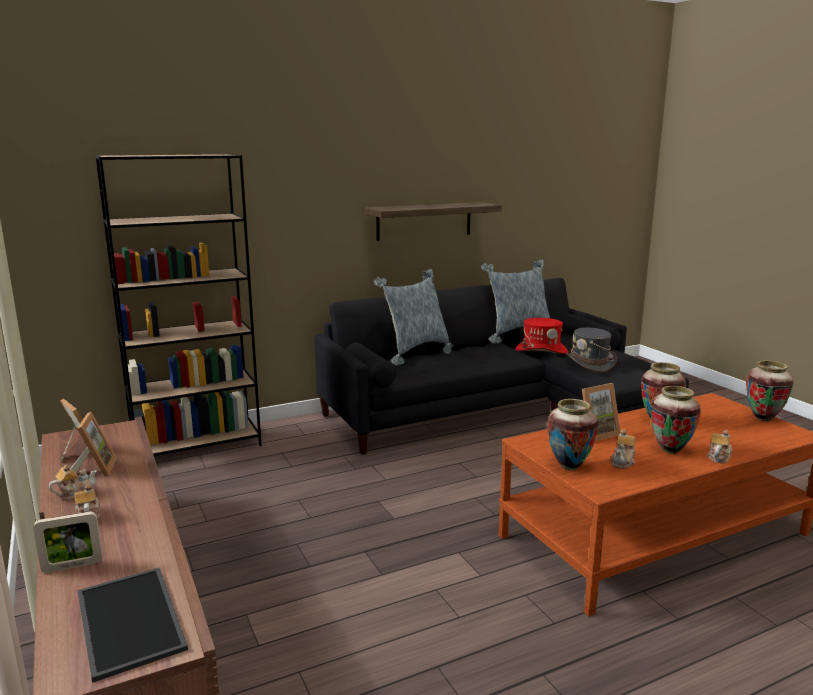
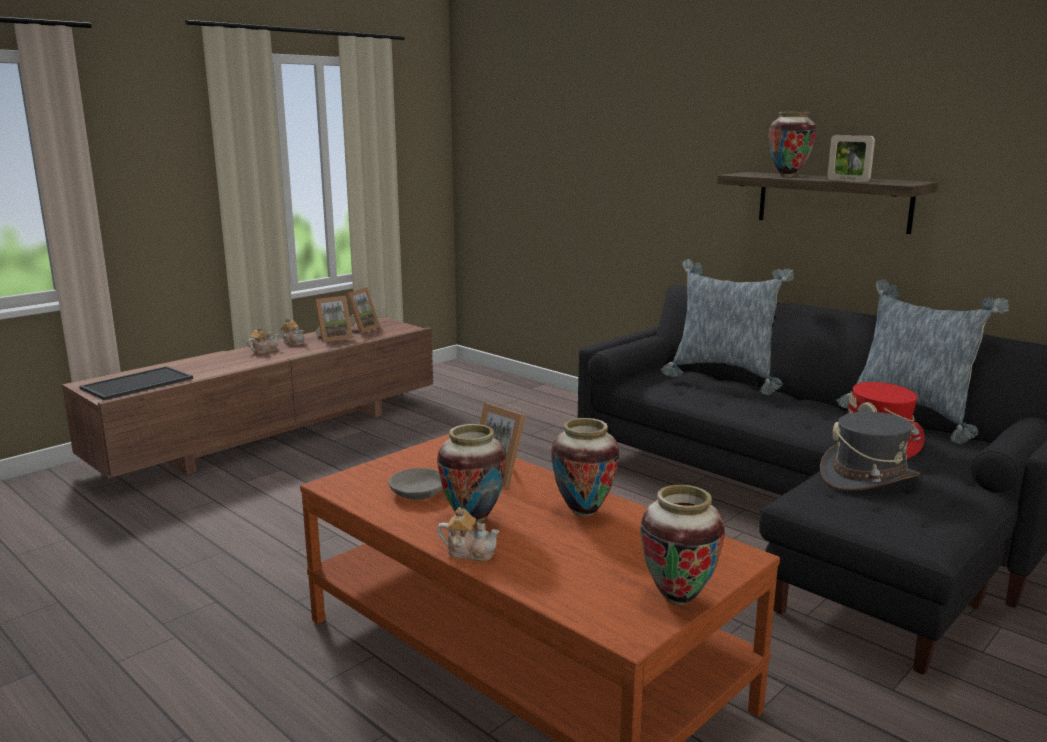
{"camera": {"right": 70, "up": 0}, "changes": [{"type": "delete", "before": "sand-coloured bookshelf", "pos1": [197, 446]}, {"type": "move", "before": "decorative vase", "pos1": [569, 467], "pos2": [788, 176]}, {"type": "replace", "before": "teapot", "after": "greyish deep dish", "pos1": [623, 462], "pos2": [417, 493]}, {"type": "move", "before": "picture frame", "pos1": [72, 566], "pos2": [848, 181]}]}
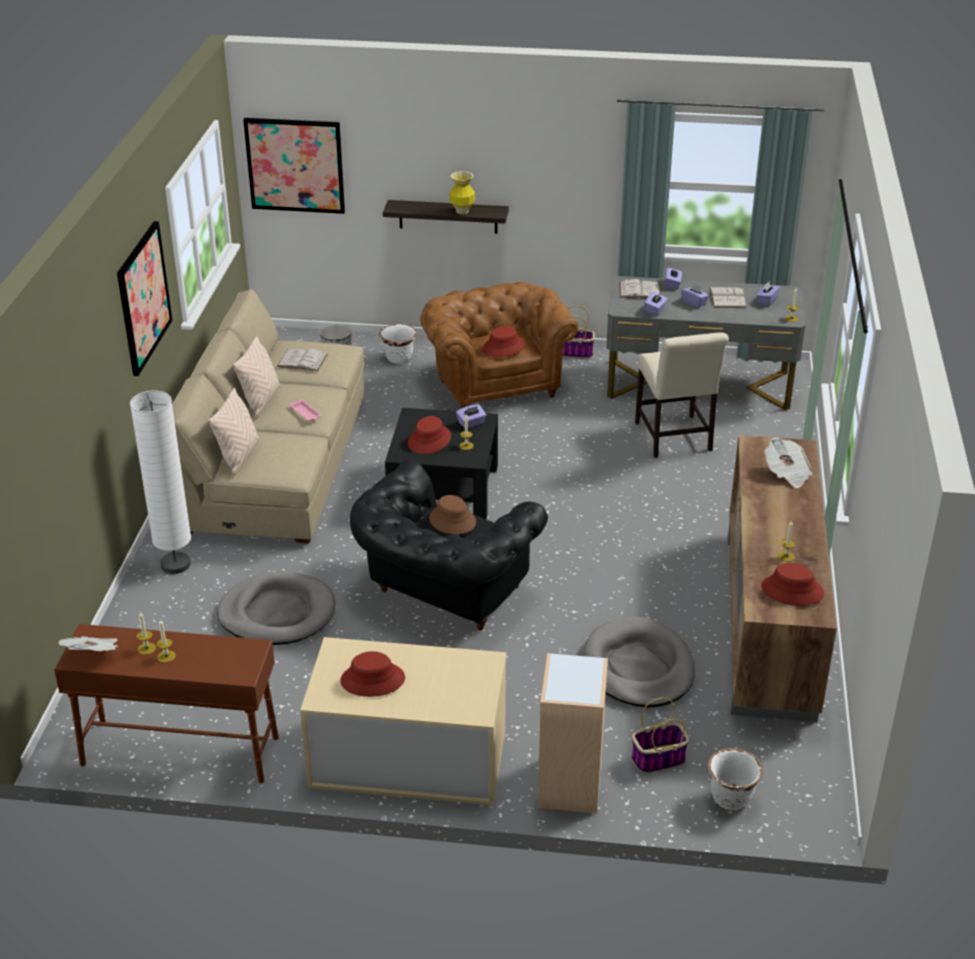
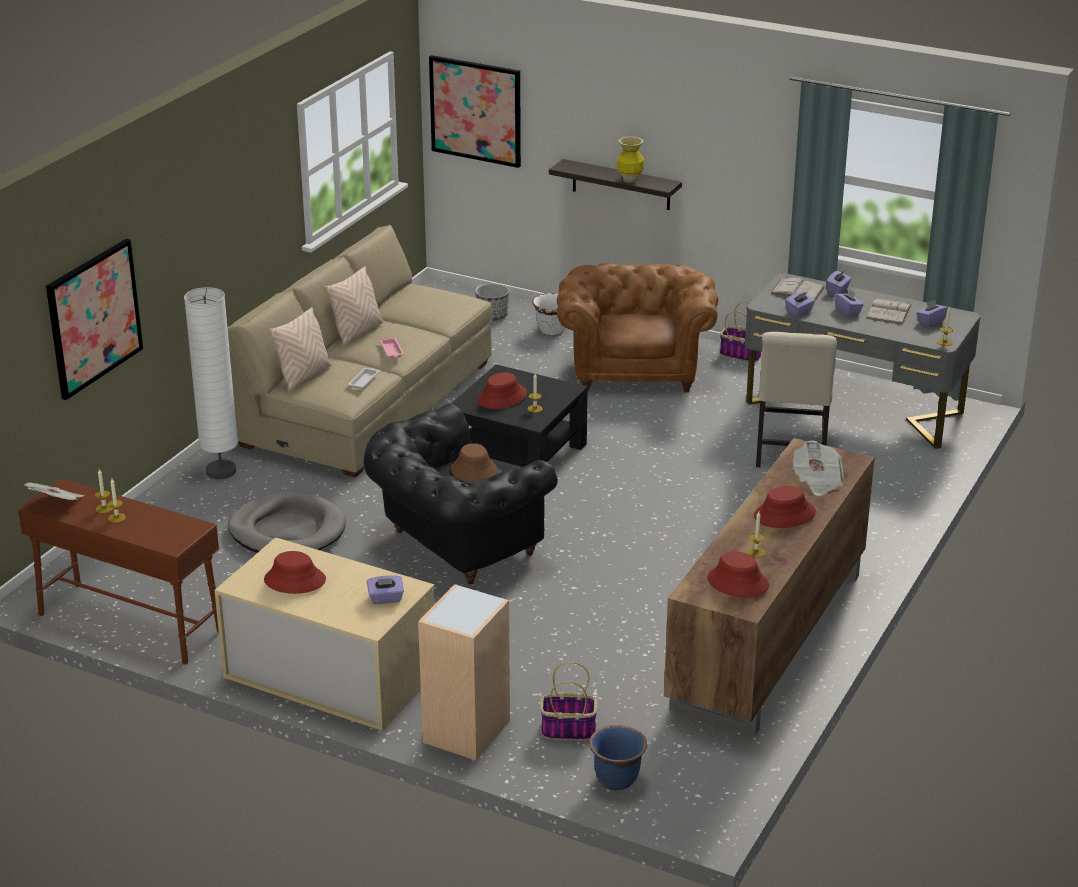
{"camera": {"right": 20, "up": -5}, "changes": [{"type": "move", "before": "picture", "pos1": [143, 297], "pos2": [94, 318]}, {"type": "move", "before": "reddish wearable hat", "pos1": [504, 347], "pos2": [784, 515]}, {"type": "delete", "before": "whitish volume", "pos1": [302, 360]}, {"type": "move", "before": "purple-coloured tissue box", "pos1": [471, 423], "pos2": [385, 599]}, {"type": "delete", "before": "greyish dog bed", "pos1": [638, 667]}, {"type": "recolor", "before": "whitish plant pot", "after": "bluish plant pot", "pos1": [730, 798], "pos2": [616, 779]}, {"type": "insert", "after": "whitish serving tray", "pos2": [364, 380]}]}
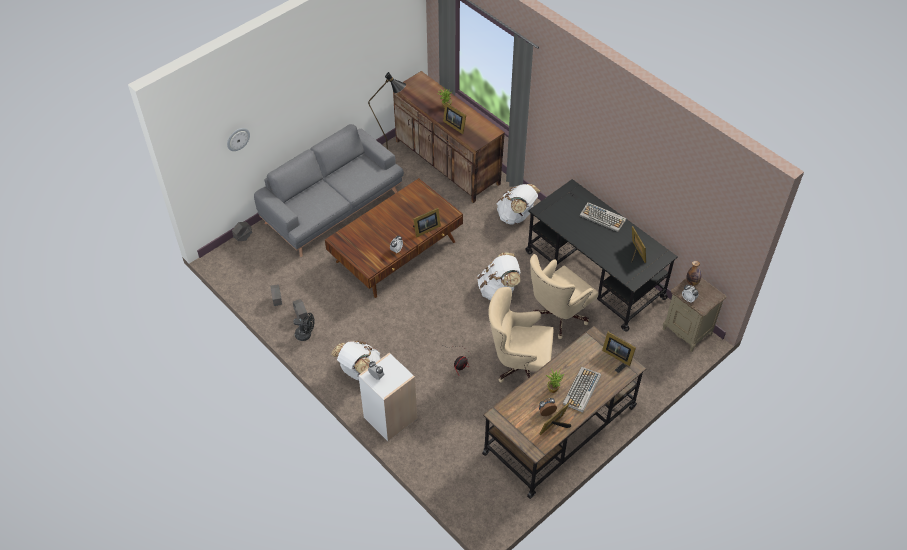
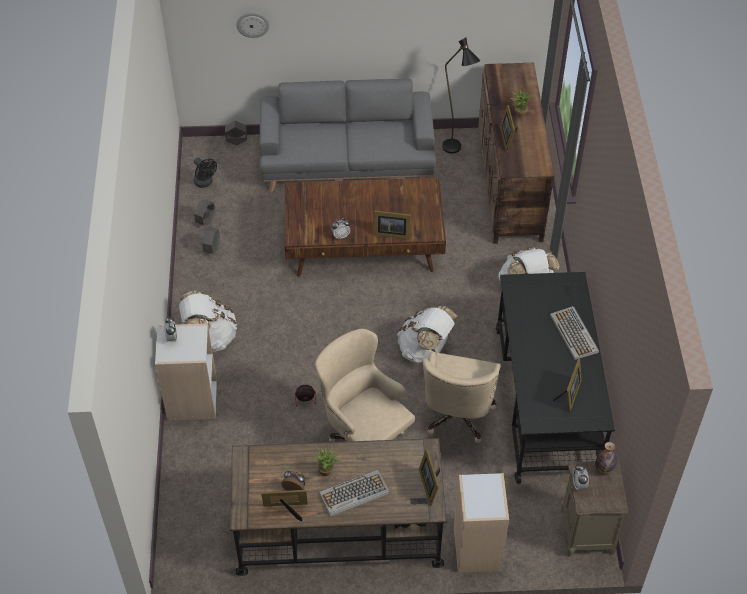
{"camera": {"right": 40, "up": 0}, "changes": [{"type": "rotate", "before": "sand-coloured office chair", "pos1": [558, 318], "pos2": [458, 419], "turn": -75}, {"type": "move", "before": "blackish cooling fan", "pos1": [306, 335], "pos2": [205, 183]}, {"type": "insert", "after": "bookshelf", "pos2": [476, 549]}]}
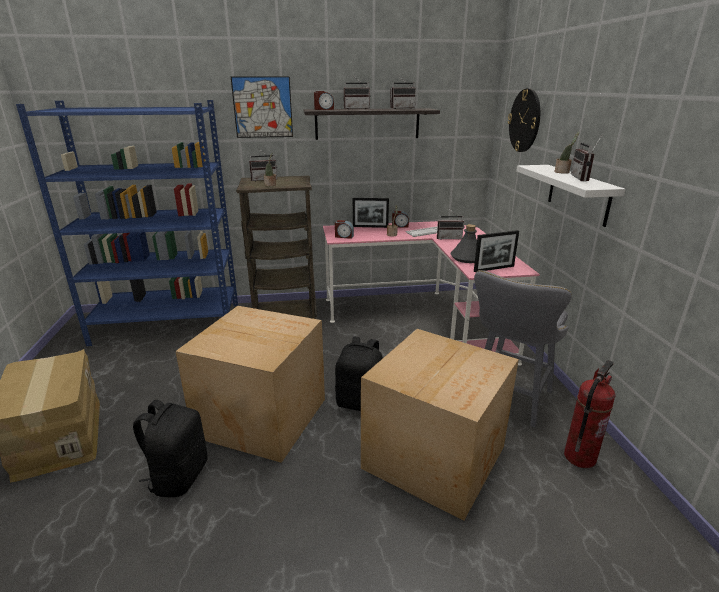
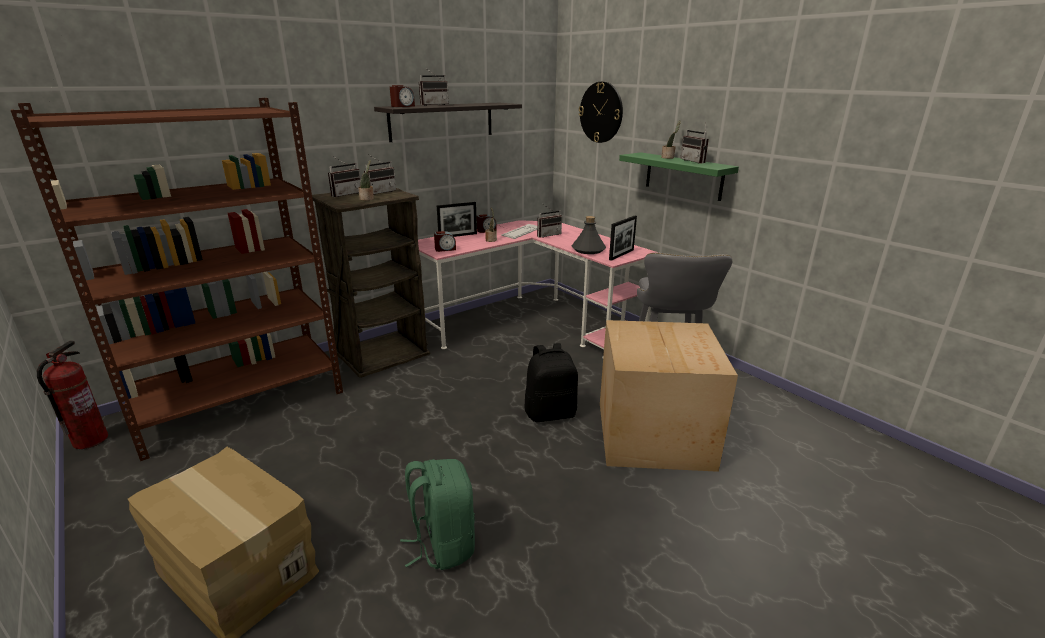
{"camera": {"right": -30, "up": 0}, "changes": [{"type": "delete", "before": "picture", "pos1": [262, 107]}, {"type": "move", "before": "radio receiver", "pos1": [401, 108], "pos2": [379, 192]}, {"type": "recolor", "before": "bluish bookshelf", "after": "brown-coloured bookshelf", "pos1": [168, 324], "pos2": [240, 401]}, {"type": "recolor", "before": "whitish wall shelf", "after": "green-coloured wall shelf", "pos1": [578, 194], "pos2": [683, 176]}, {"type": "delete", "before": "cardboard box", "pos1": [261, 416]}, {"type": "move", "before": "fire extinguisher", "pos1": [579, 457], "pos2": [90, 440]}, {"type": "recolor", "before": "blackish rucksack", "after": "green-coloured rucksack", "pos1": [178, 476], "pos2": [442, 544]}]}
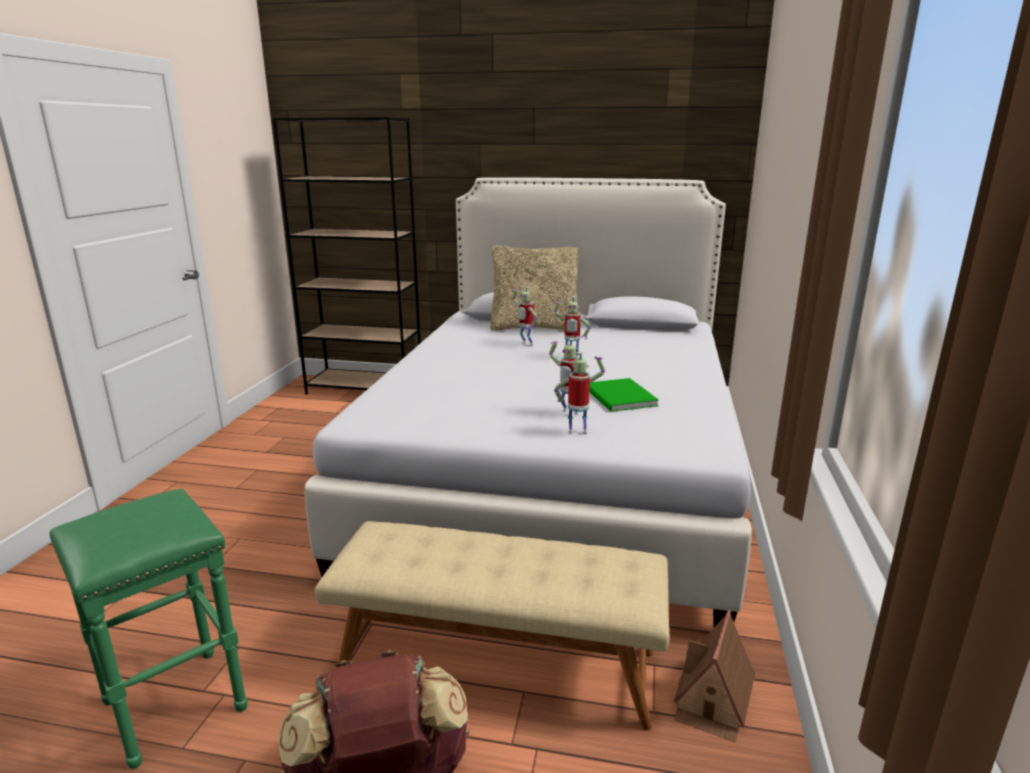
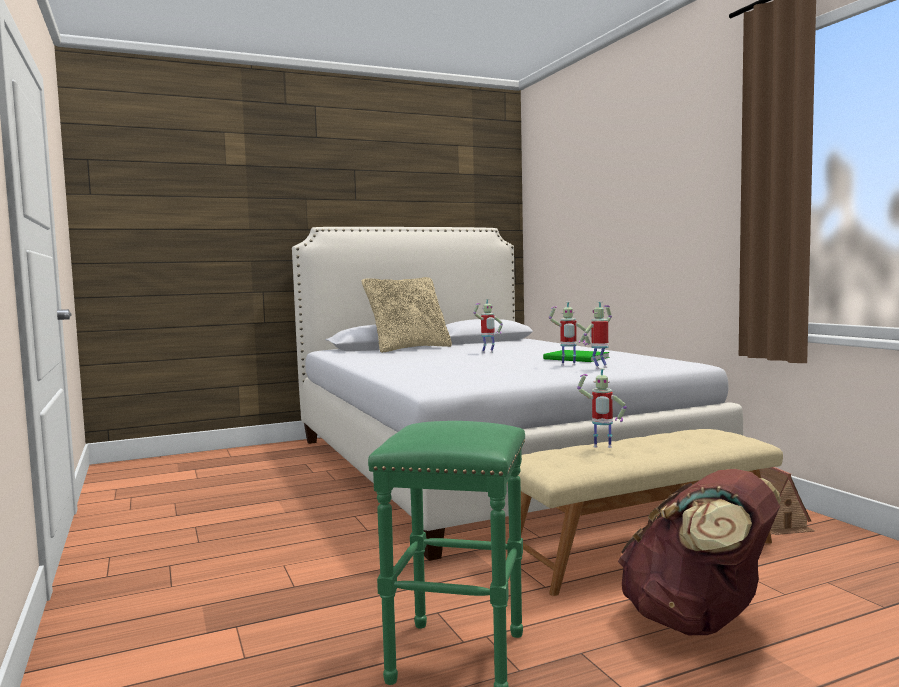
{"camera": {"right": -35, "up": -15}, "changes": [{"type": "delete", "before": "sand-coloured bookshelf", "pos1": [366, 389]}, {"type": "move", "before": "model robot", "pos1": [525, 344], "pos2": [602, 447]}]}
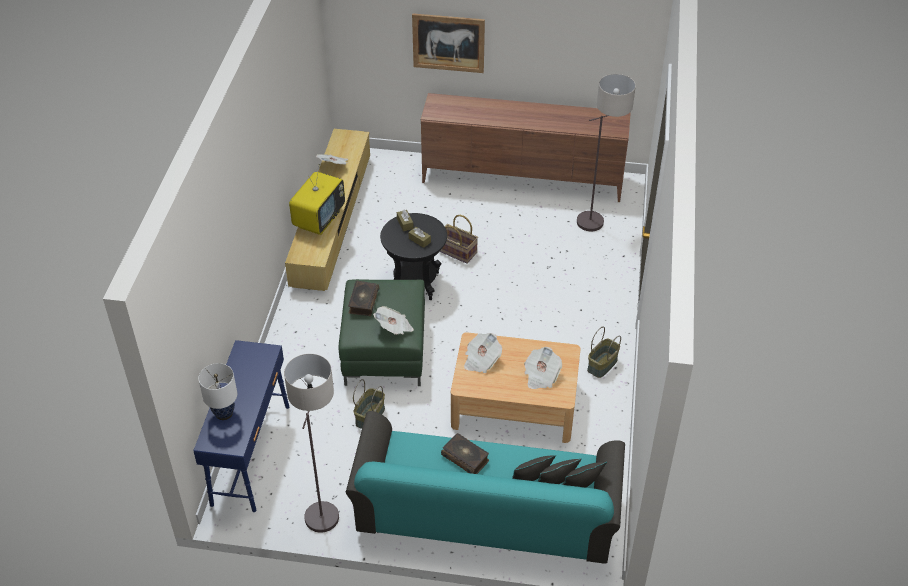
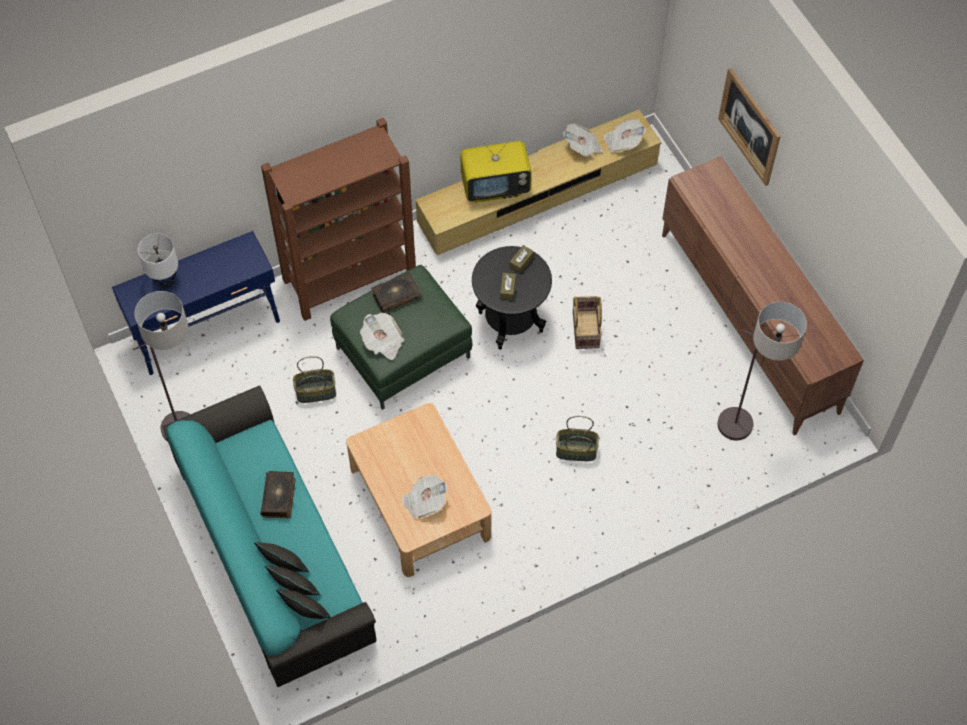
{"camera": {"right": 55, "up": 15}, "changes": [{"type": "move", "before": "household basket", "pos1": [602, 365], "pos2": [575, 451]}, {"type": "move", "before": "printed paper", "pos1": [481, 360], "pos2": [623, 142]}, {"type": "insert", "after": "brown-coloured bookshelf", "pos2": [349, 276]}]}
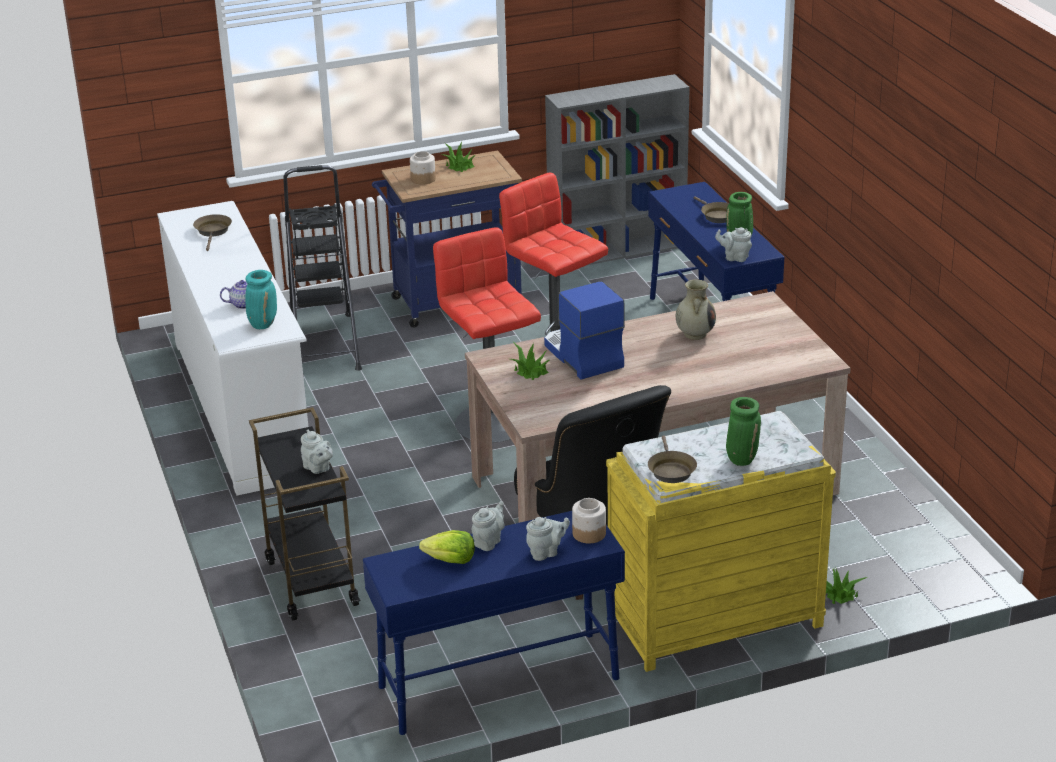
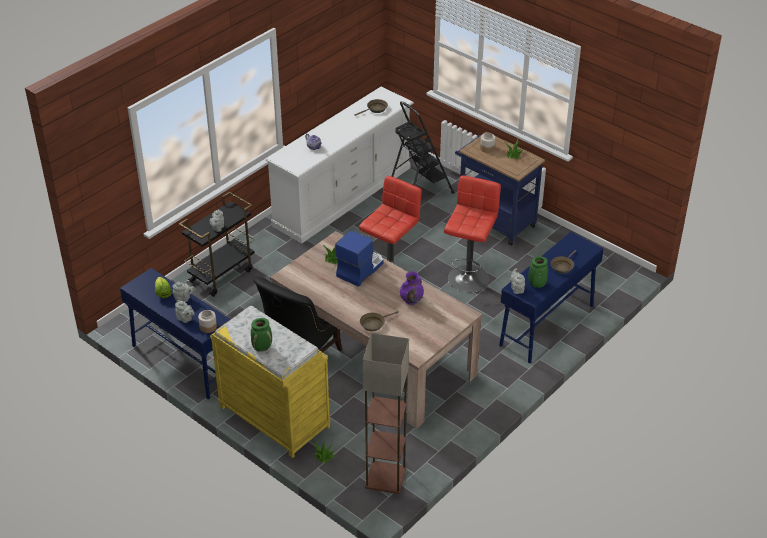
{"camera": {"right": 60, "up": 10}, "changes": [{"type": "delete", "before": "greyish bookshelf", "pos1": [618, 250]}, {"type": "delete", "before": "blue-green decorative vase", "pos1": [263, 324]}, {"type": "recolor", "before": "sand-coloured decorative vase", "after": "purple-coloured decorative vase", "pos1": [695, 334], "pos2": [411, 300]}, {"type": "move", "before": "brown-coloured pan", "pos1": [670, 470], "pos2": [374, 323]}, {"type": "insert", "after": "standard lamp", "pos2": [385, 478]}]}
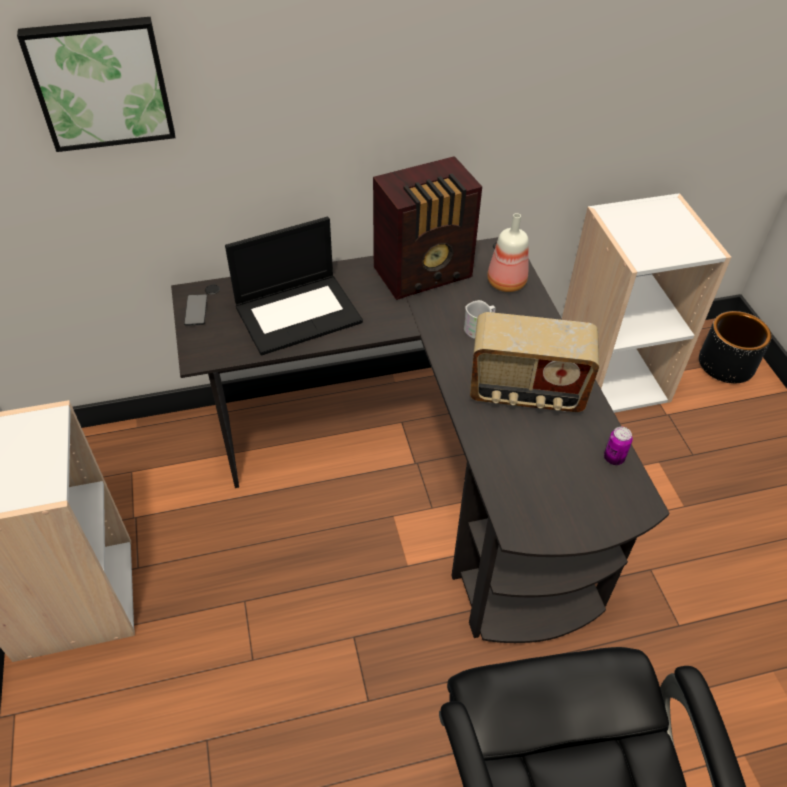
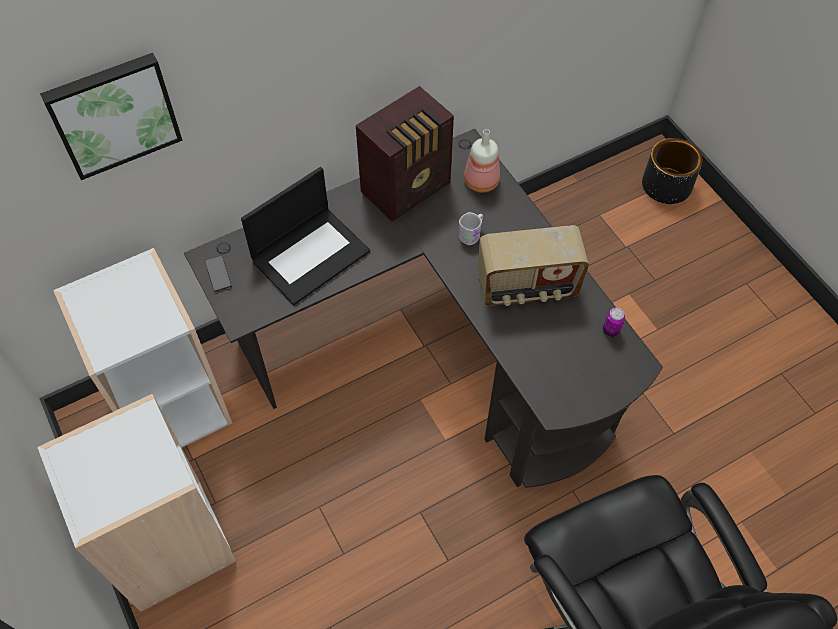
{"camera": {"right": -15, "up": 10}, "changes": [{"type": "move", "before": "bookshelf", "pos1": [611, 376], "pos2": [173, 405]}]}
